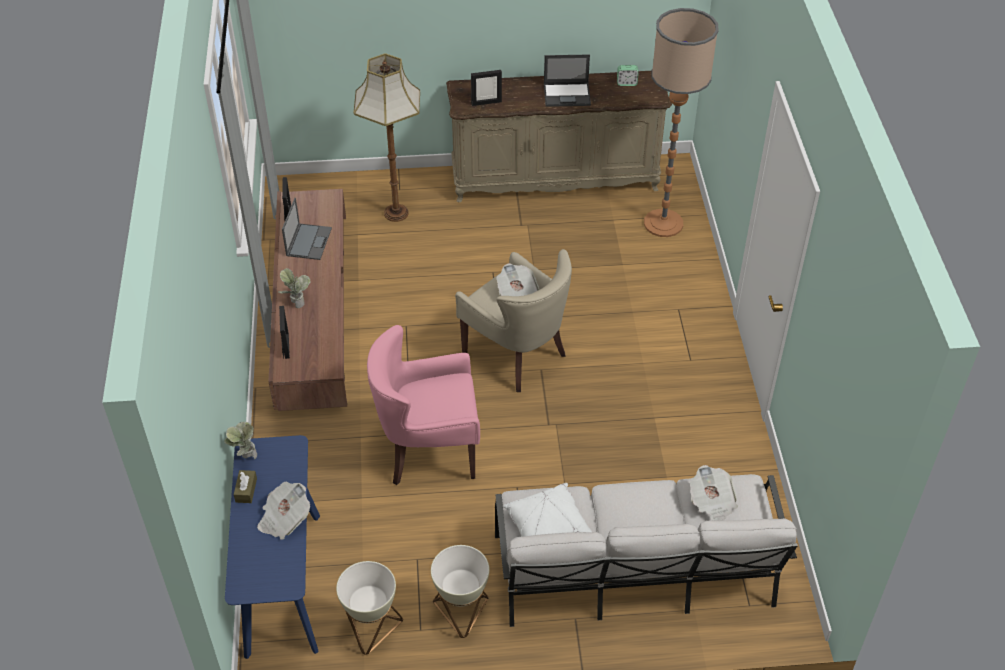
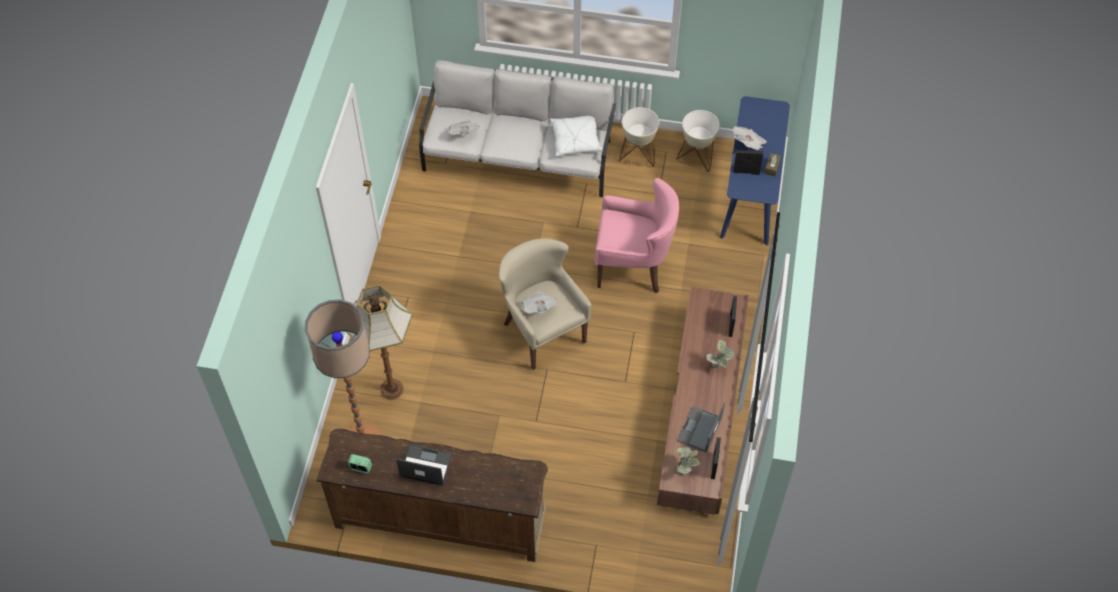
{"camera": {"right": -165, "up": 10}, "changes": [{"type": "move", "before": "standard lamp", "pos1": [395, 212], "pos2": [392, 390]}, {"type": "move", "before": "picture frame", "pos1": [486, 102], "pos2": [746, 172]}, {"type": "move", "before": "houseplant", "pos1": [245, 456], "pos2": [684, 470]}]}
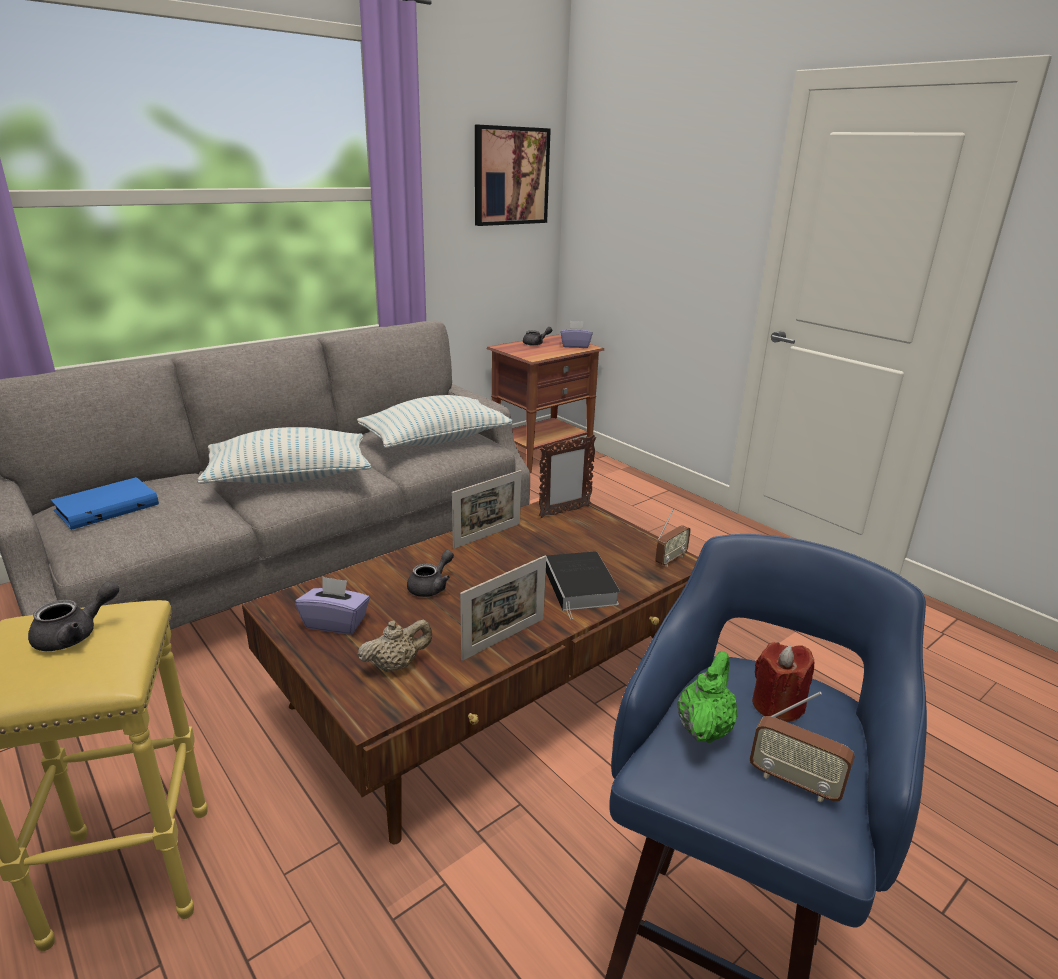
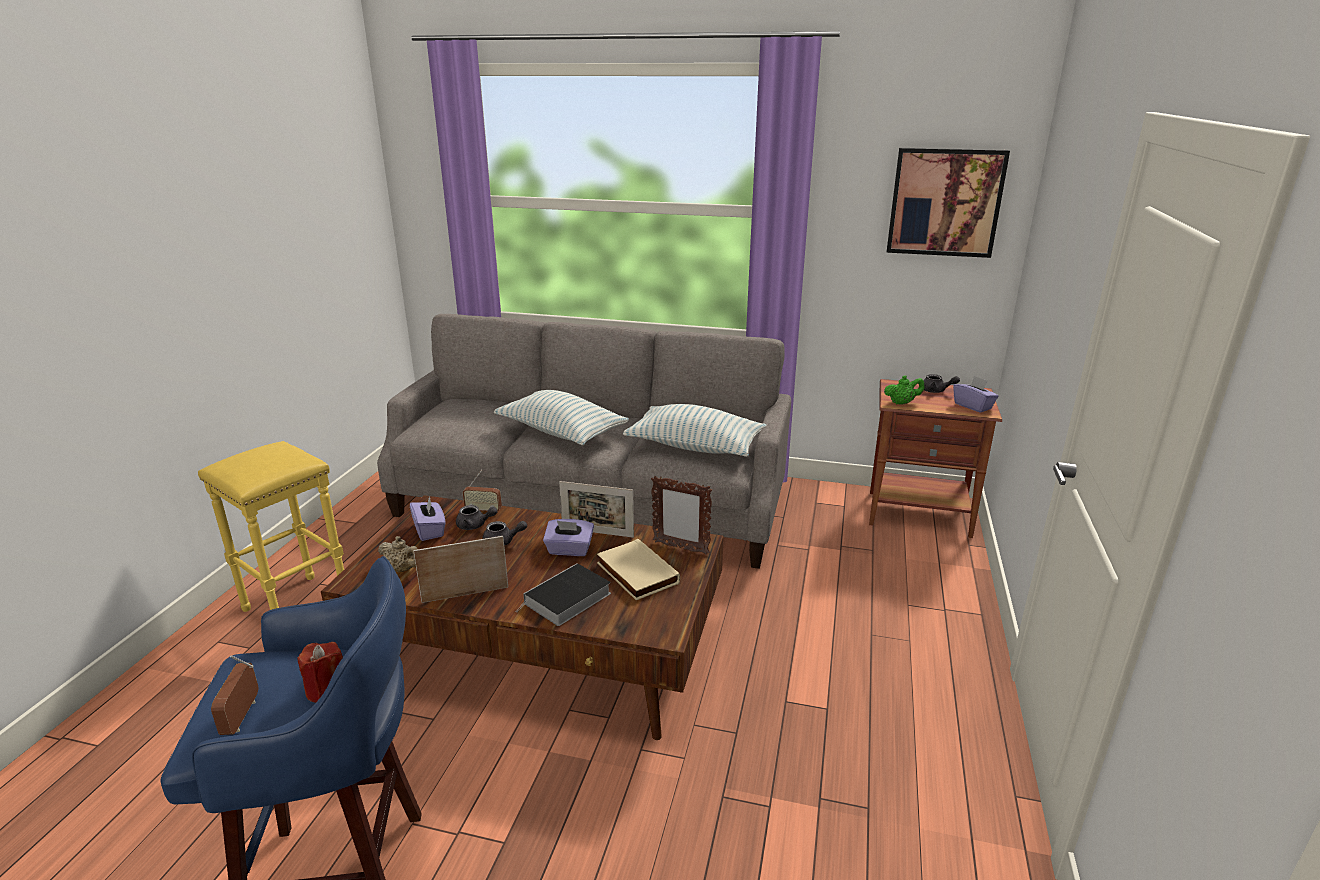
{"camera": {"right": 55, "up": 0}, "changes": [{"type": "delete", "before": "bluish volume", "pos1": [107, 507]}, {"type": "move", "before": "radio receiver", "pos1": [670, 559], "pos2": [483, 511]}, {"type": "rotate", "before": "picture frame", "pos1": [504, 638], "pos2": [465, 594], "turn": 150}, {"type": "move", "before": "greyish teapot", "pos1": [75, 635], "pos2": [475, 525]}, {"type": "move", "before": "green-coloured teapot", "pos1": [704, 727], "pos2": [902, 403]}, {"type": "insert", "after": "purple-coloured tissue box", "pos2": [569, 550]}, {"type": "insert", "after": "sand-coloured volume", "pos2": [635, 573]}]}
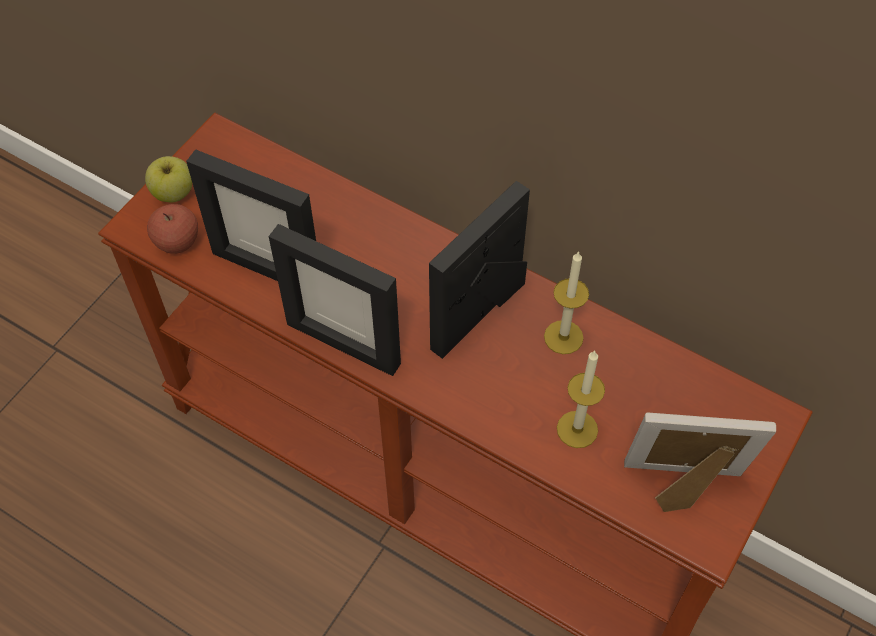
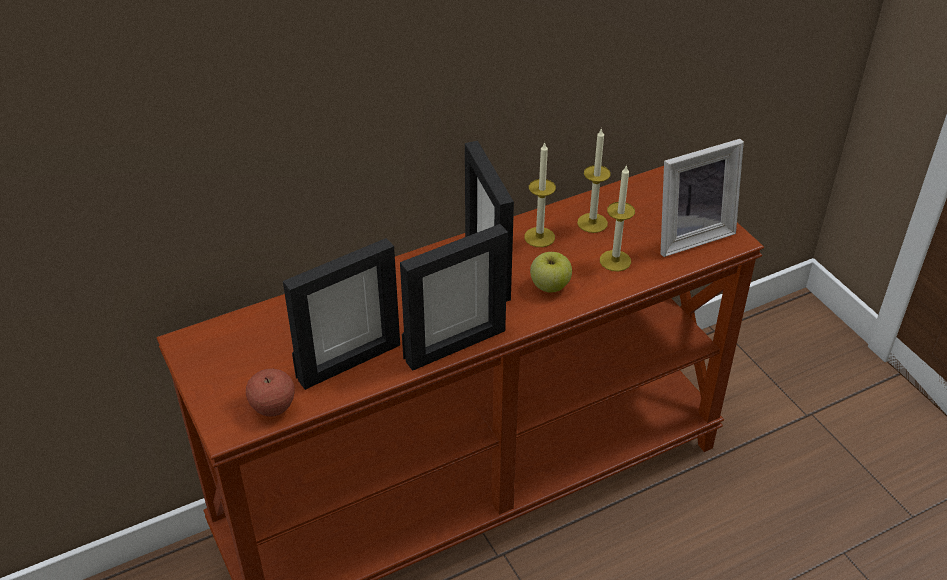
{"camera": {"right": -60, "up": -15}, "changes": [{"type": "move", "before": "apple fruit", "pos1": [173, 192], "pos2": [549, 286]}, {"type": "rotate", "before": "picture frame", "pos1": [682, 488], "pos2": [689, 234], "turn": -150}, {"type": "insert", "after": "wax light", "pos2": [592, 223]}]}
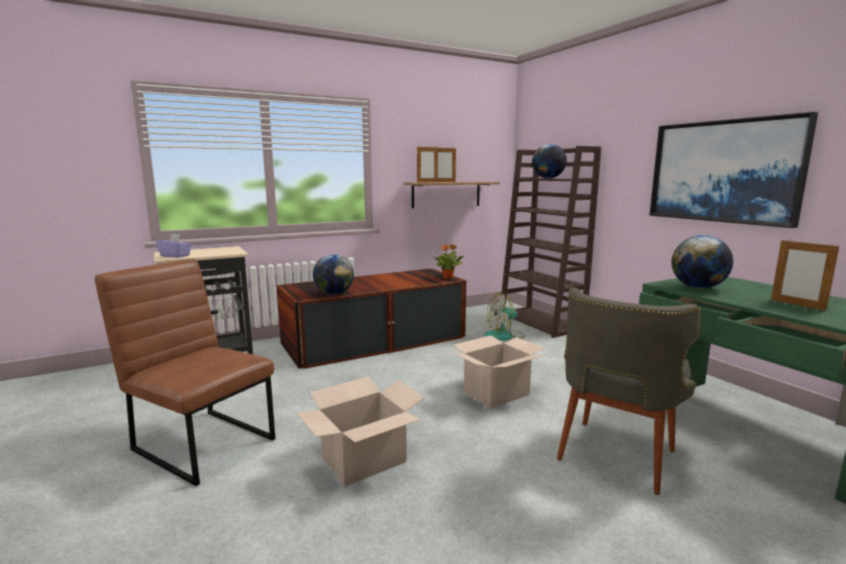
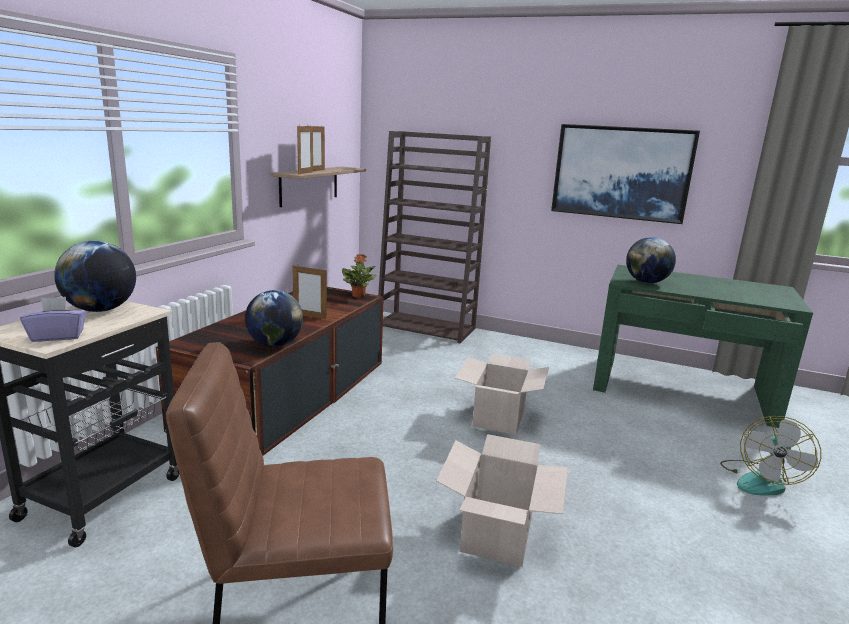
{"camera": {"right": -40, "up": 5}, "changes": [{"type": "move", "before": "globe", "pos1": [548, 178], "pos2": [101, 310]}, {"type": "move", "before": "picture frame", "pos1": [797, 305], "pos2": [310, 316]}, {"type": "delete", "before": "greyish plain chair", "pos1": [616, 455]}, {"type": "move", "before": "cooling fan", "pos1": [504, 336], "pos2": [760, 480]}]}
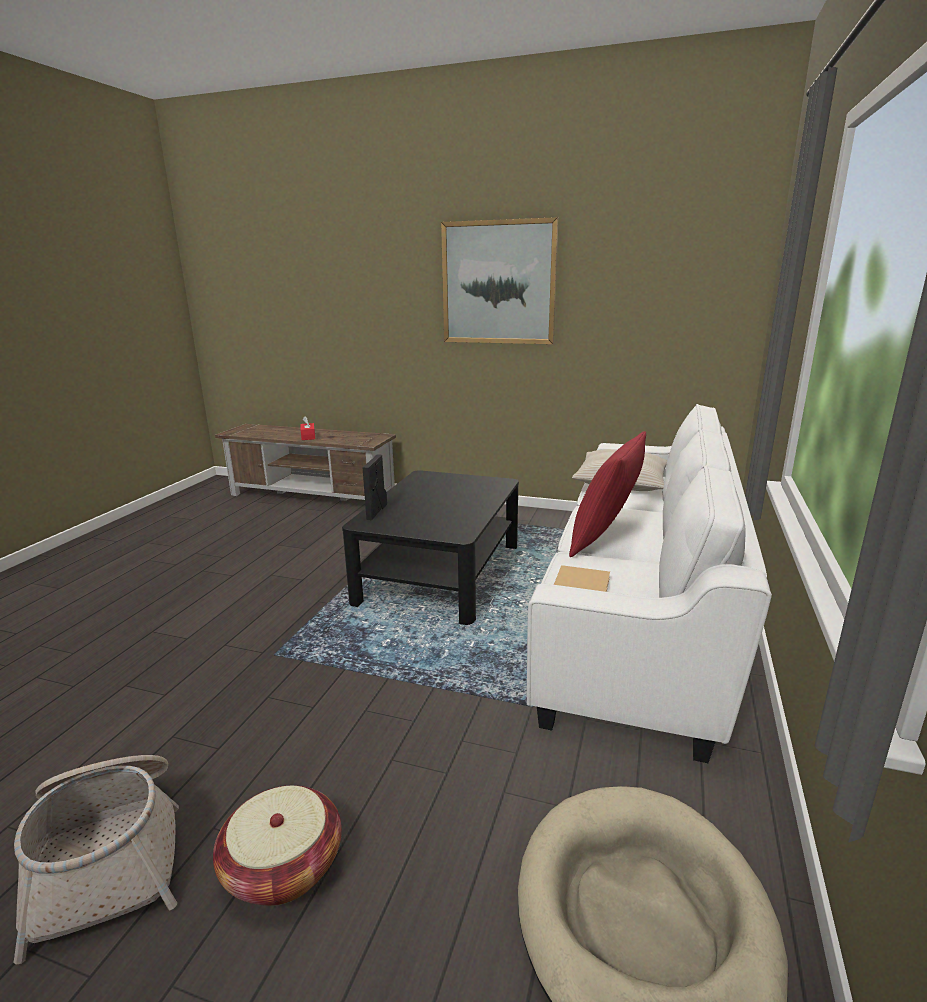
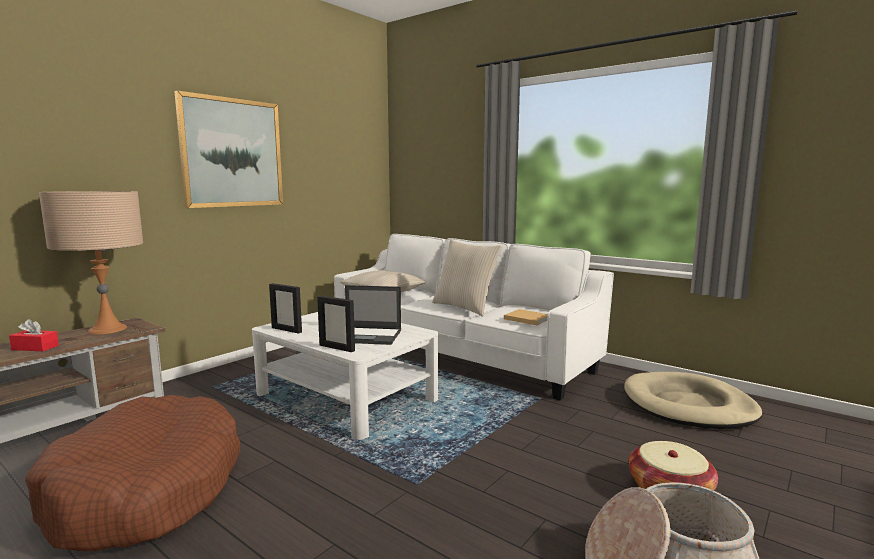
{"camera": {"right": -70, "up": -10}, "changes": [{"type": "recolor", "before": "reddish pillow", "after": "sand-coloured pillow", "pos1": [605, 539], "pos2": [465, 307]}, {"type": "recolor", "before": "blackish coffee table", "after": "whitish coffee table", "pos1": [441, 573], "pos2": [346, 397]}, {"type": "insert", "after": "sand-coloured tabletop lamp", "pos2": [107, 329]}, {"type": "insert", "after": "picture frame", "pos2": [287, 330]}, {"type": "insert", "after": "laptop", "pos2": [369, 336]}, {"type": "insert", "after": "brown-coloured dog bed", "pos2": [147, 490]}]}
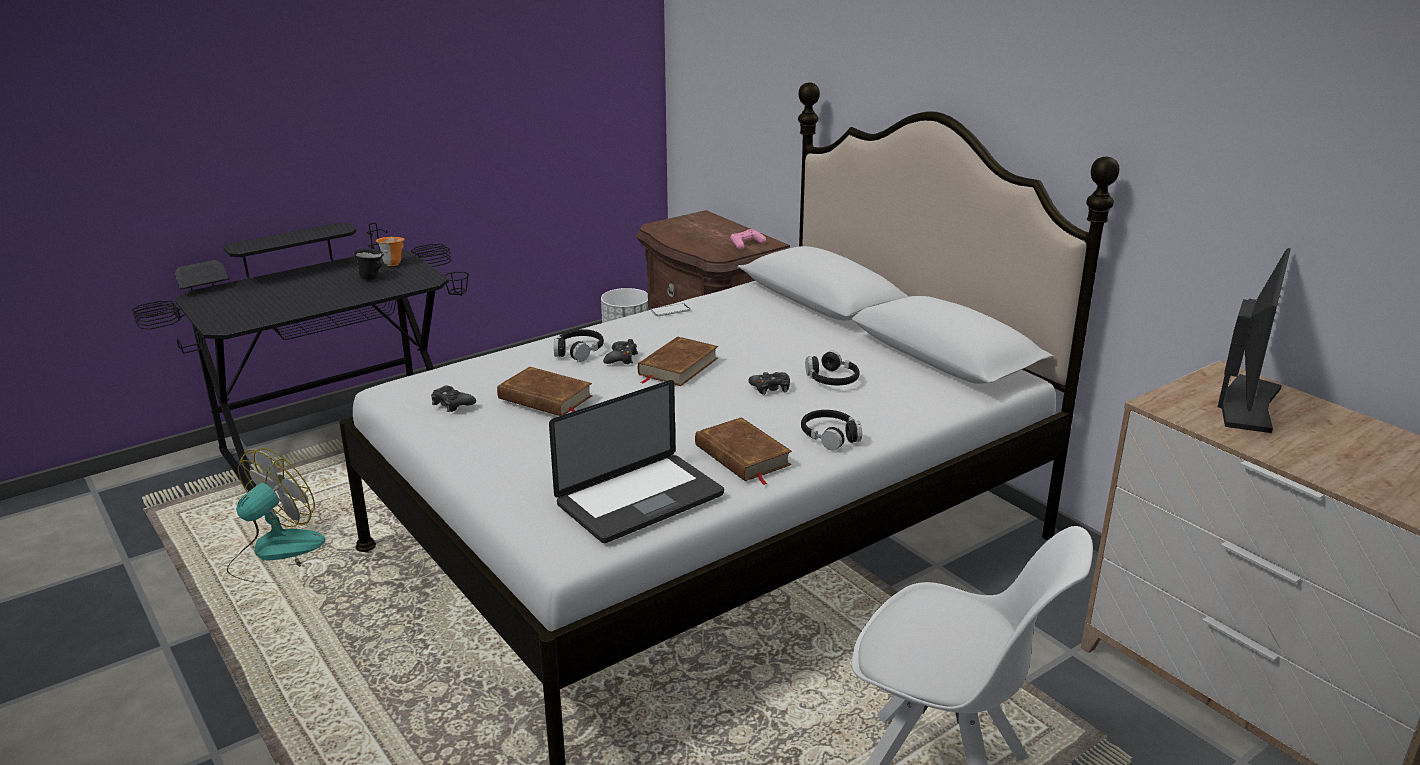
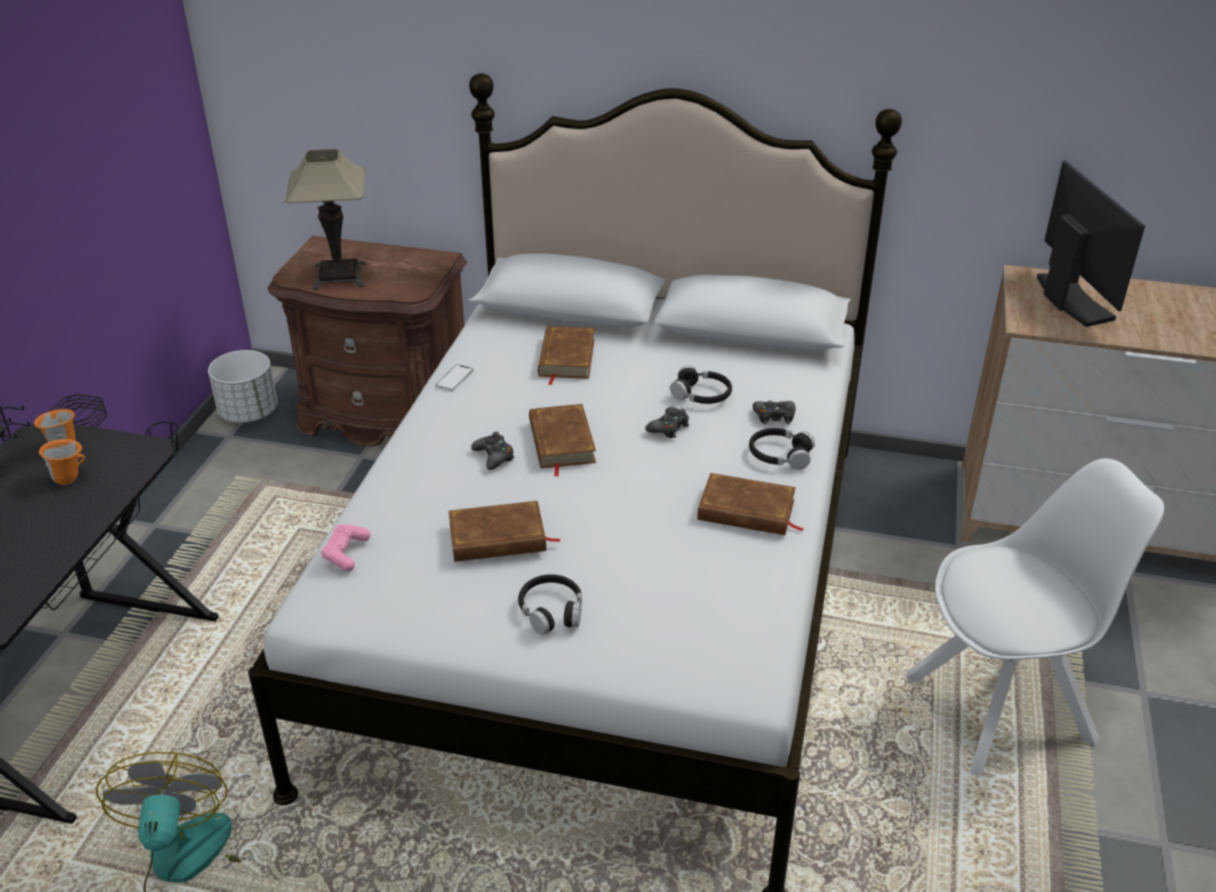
{"camera": {"right": -40, "up": 10}, "changes": [{"type": "move", "before": "pinkish joypad", "pos1": [746, 244], "pos2": [346, 553]}, {"type": "recolor", "before": "blackish tea mug", "after": "orange tea mug", "pos1": [372, 278], "pos2": [69, 478]}, {"type": "move", "before": "blackish pair of headphones", "pos1": [578, 351], "pos2": [551, 611]}, {"type": "delete", "before": "laptop", "pos1": [640, 500]}, {"type": "move", "before": "blackish joypad", "pos1": [452, 404], "pos2": [774, 416]}, {"type": "insert", "after": "tabletop lamp", "pos2": [339, 276]}, {"type": "insert", "after": "brown-coloured volume", "pos2": [566, 358]}]}
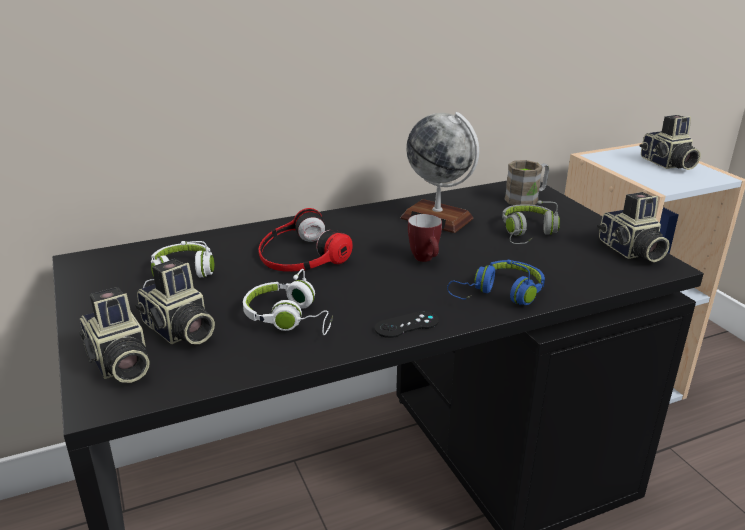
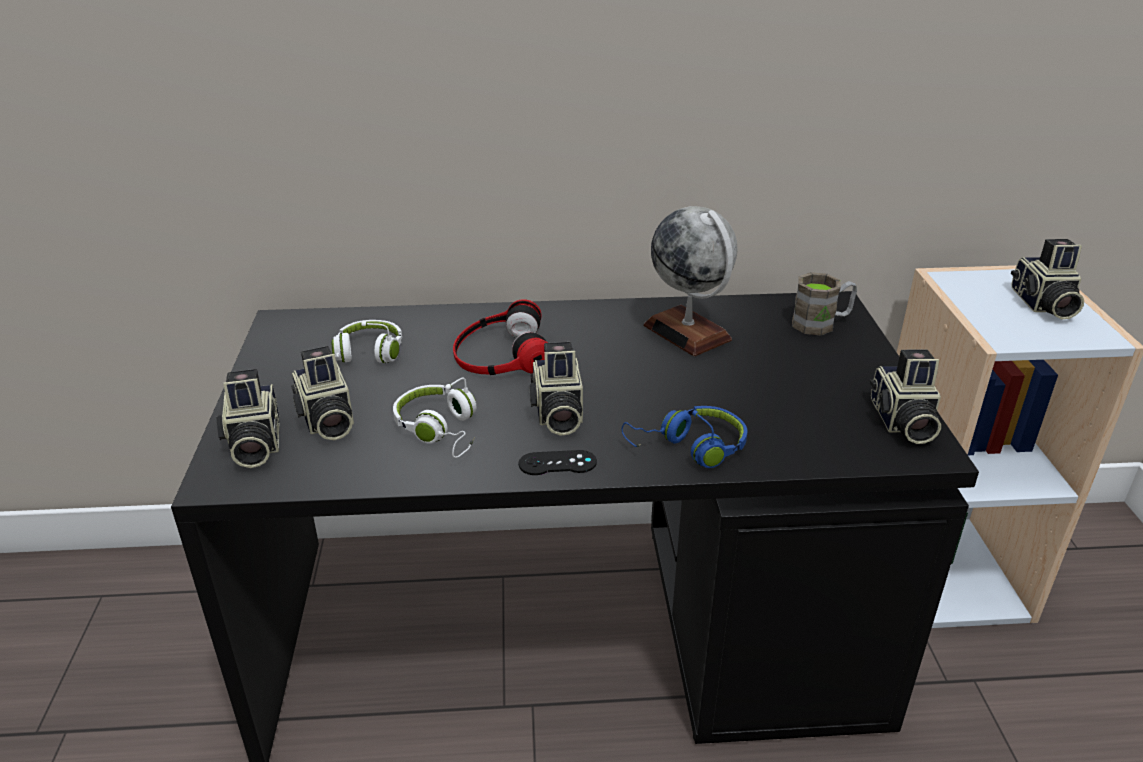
{"camera": {"right": 20, "up": 5}, "changes": [{"type": "delete", "before": "greyish pair of headphones", "pos1": [527, 233]}, {"type": "delete", "before": "tea mug", "pos1": [426, 260]}, {"type": "insert", "after": "photo camera", "pos2": [556, 414]}]}
